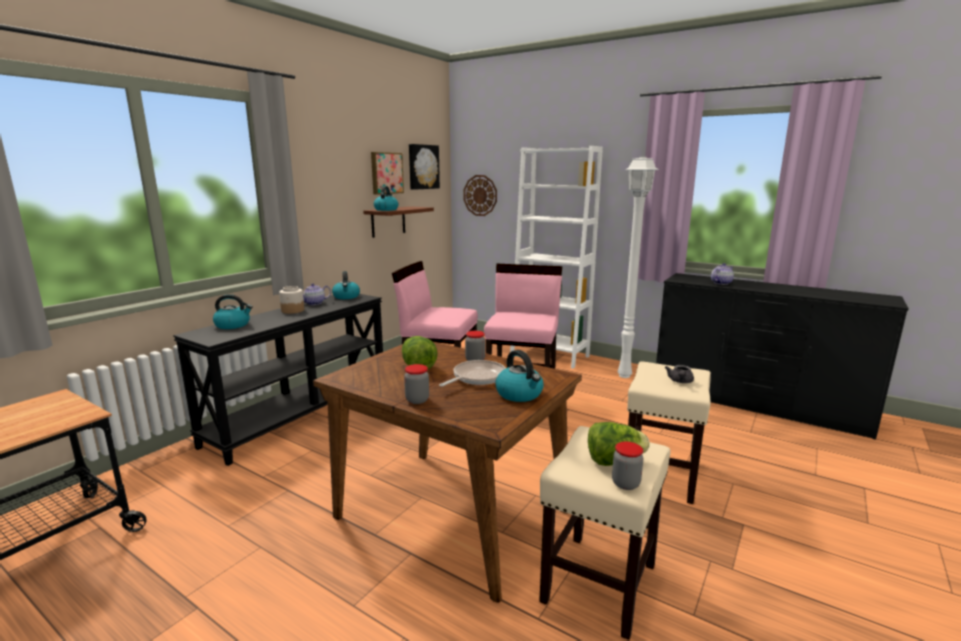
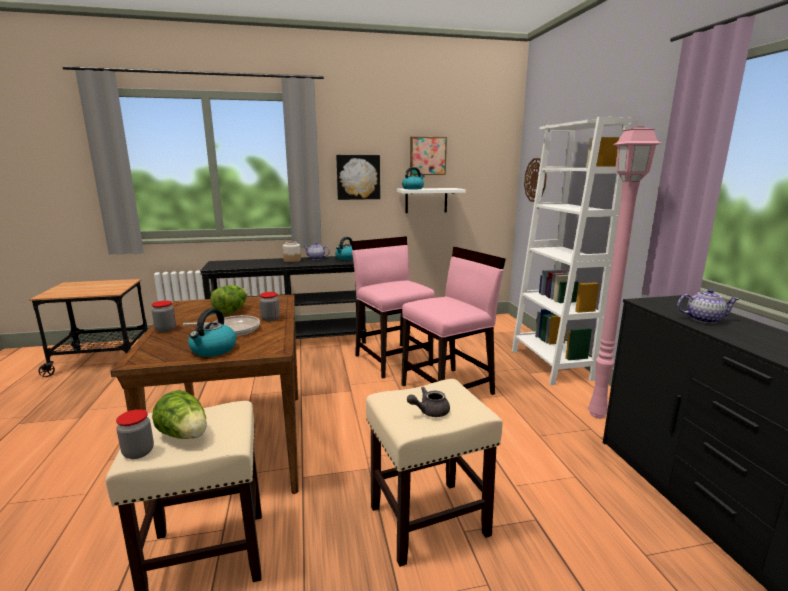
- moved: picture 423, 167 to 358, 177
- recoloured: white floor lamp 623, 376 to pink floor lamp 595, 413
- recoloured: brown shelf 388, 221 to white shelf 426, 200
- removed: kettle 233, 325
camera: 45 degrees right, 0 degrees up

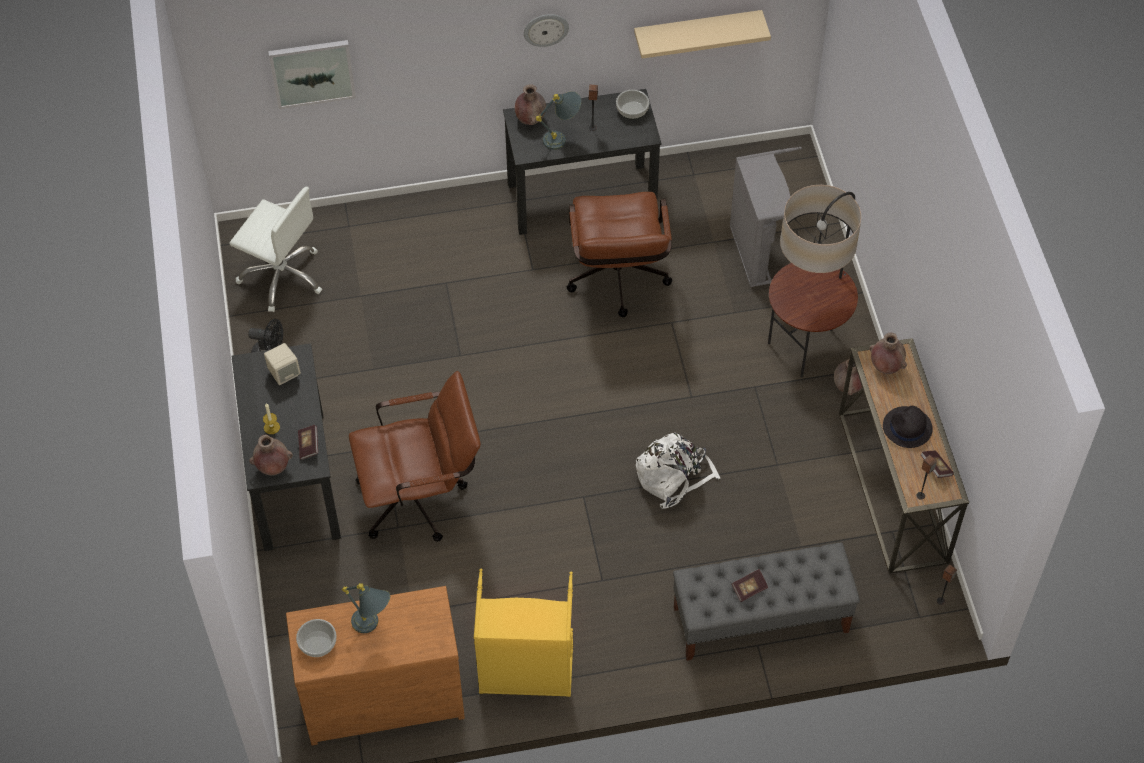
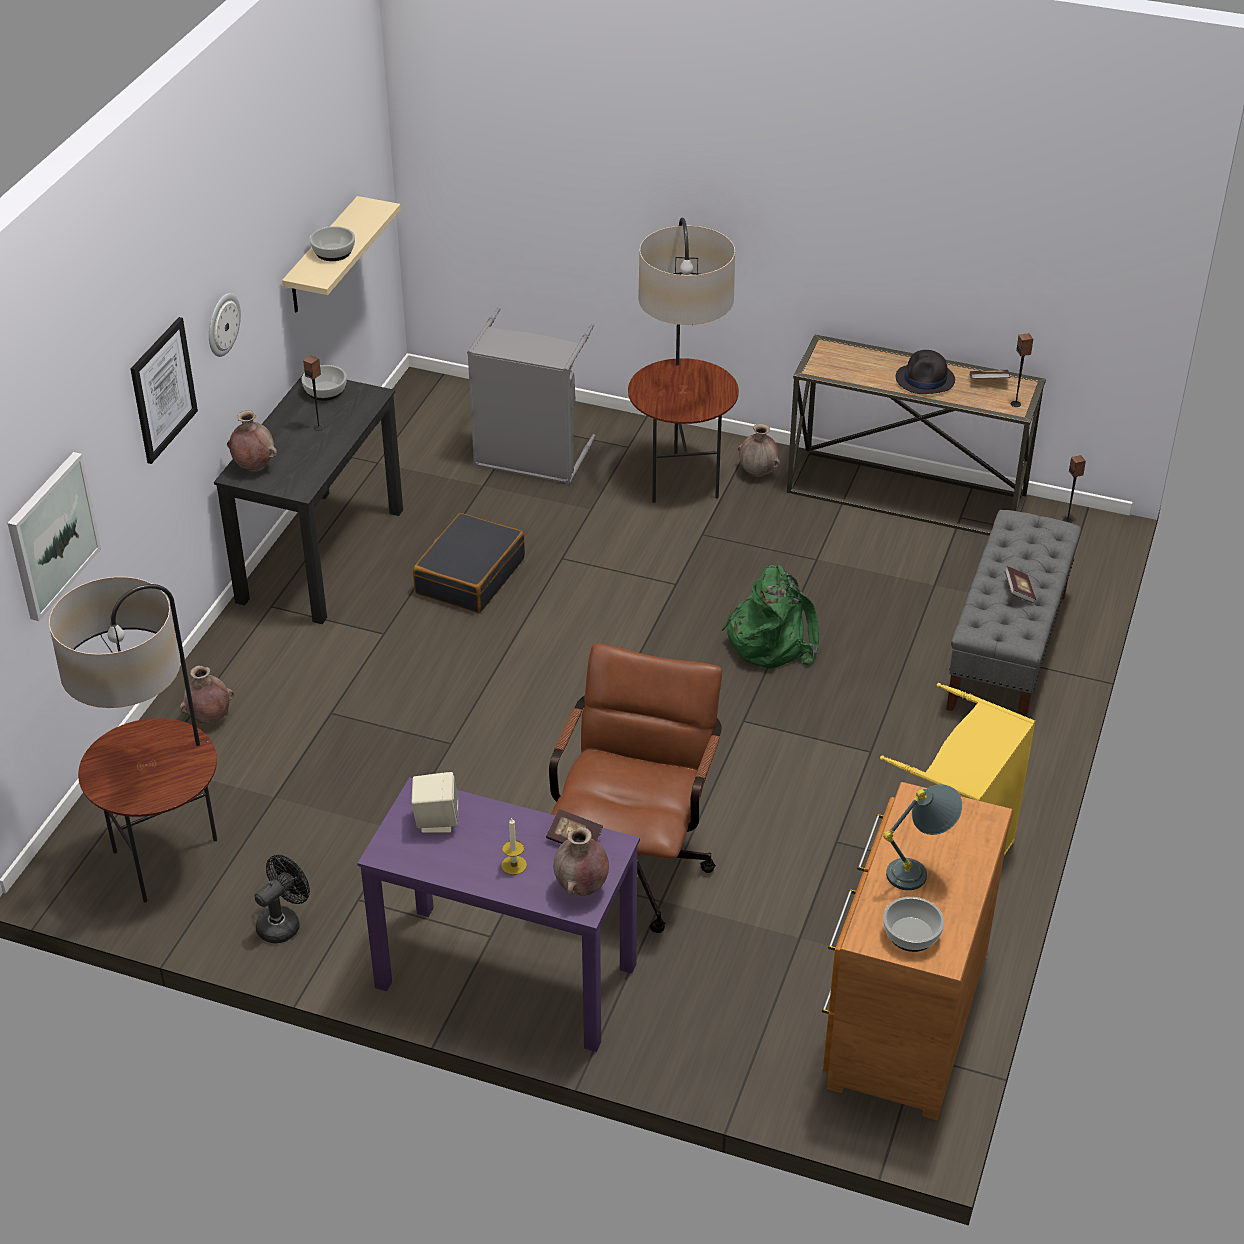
- removed: grey table lamp 562, 138
- replaced: white office chair 282, 276 to floor lamp 167, 860
- replaced: brown office chair 618, 283 to black suitcase 469, 576
- moved: brown vase 885, 367 to 209, 718
- recoloured: black desk 294, 479 to purple desk 505, 975
- recoloured: white backpack 673, 476 to green backpack 771, 639
- added: bowl 333, 252
- added: picture 163, 390
camera: 60 degrees left, 15 degrees down

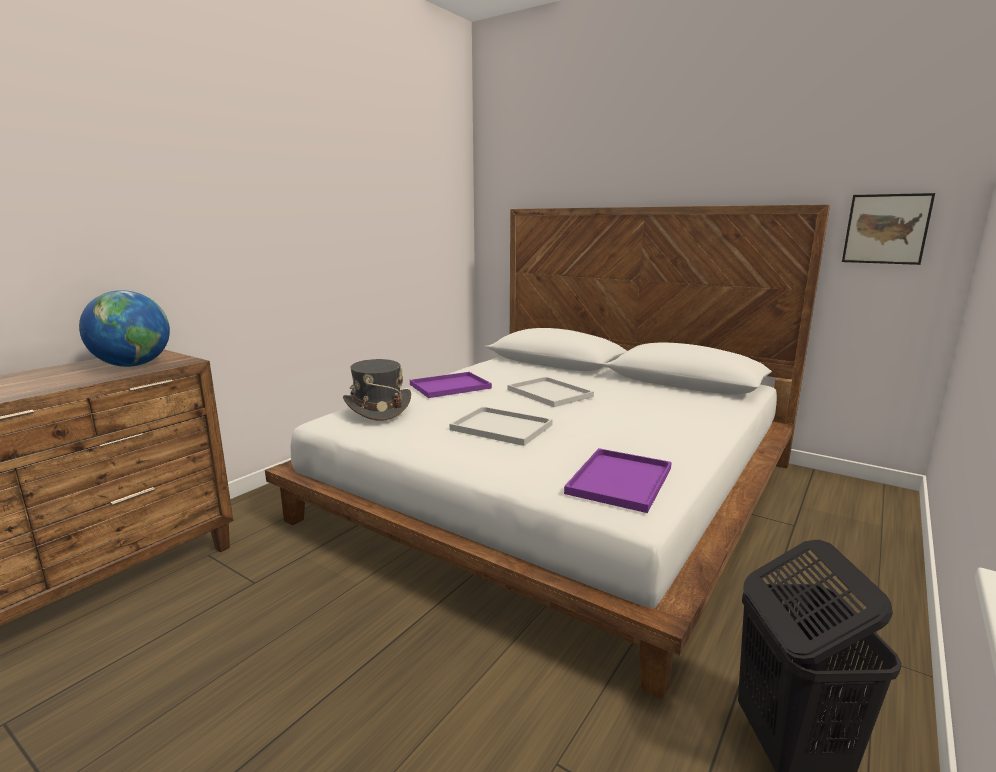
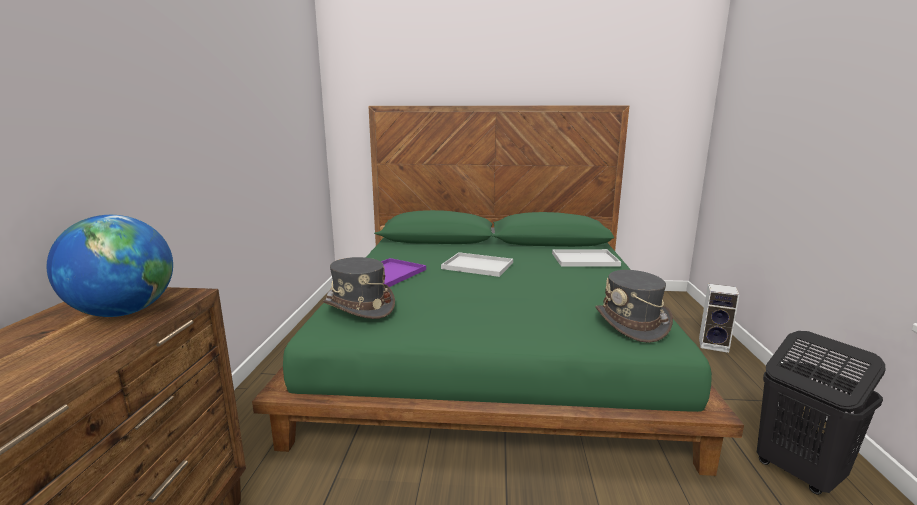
- removed: picture 886, 229
- recoloured: white bed 557, 490 to green bed 490, 346
- moved: white tray 503, 427 to 586, 259
- replaced: purple tray 620, 482 to grey hat 631, 324
- added: speaker 714, 345
camera: 30 degrees left, 0 degrees up

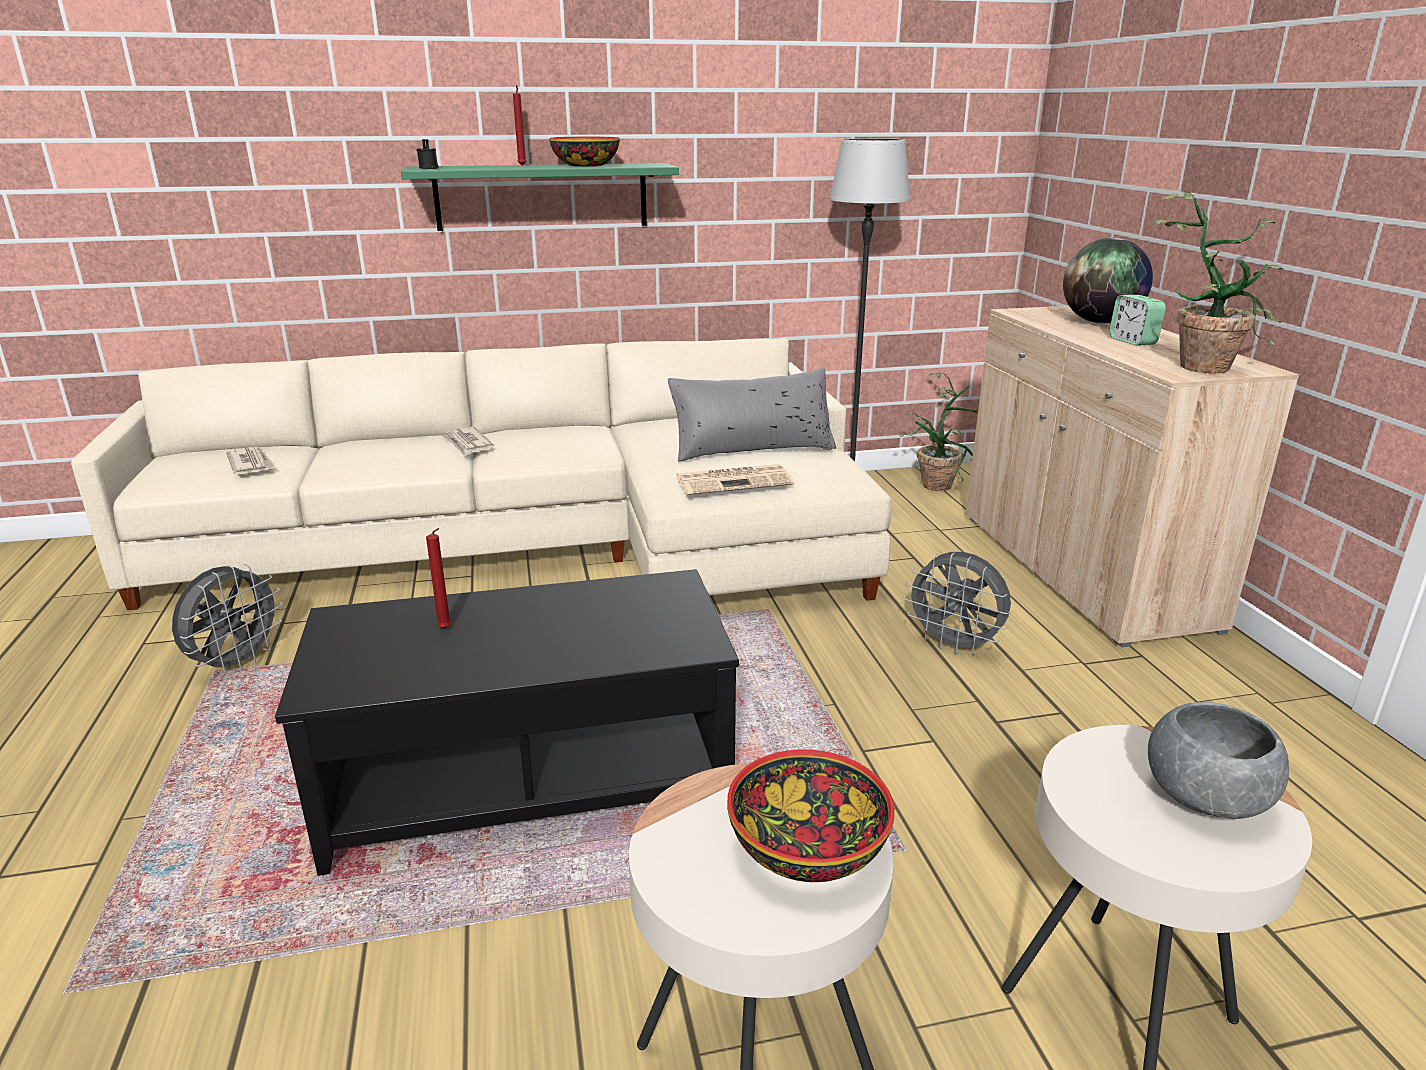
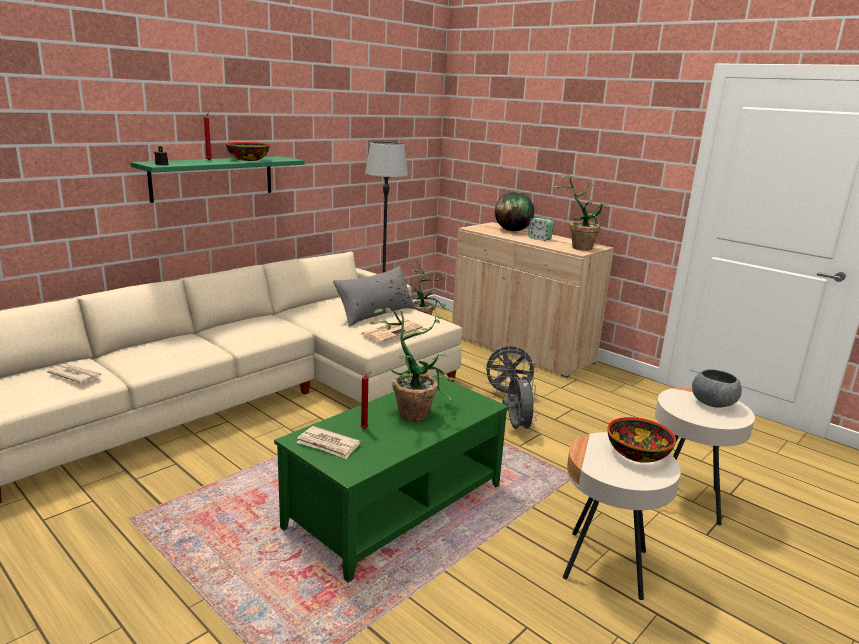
- moved: newspaper 468, 444 to 328, 445
- moved: grey fan 237, 663 to 516, 428
- recoloured: black coffee table 530, 779 to green coffee table 395, 505
- added: potted plant 414, 410
camera: 35 degrees left, 5 degrees down

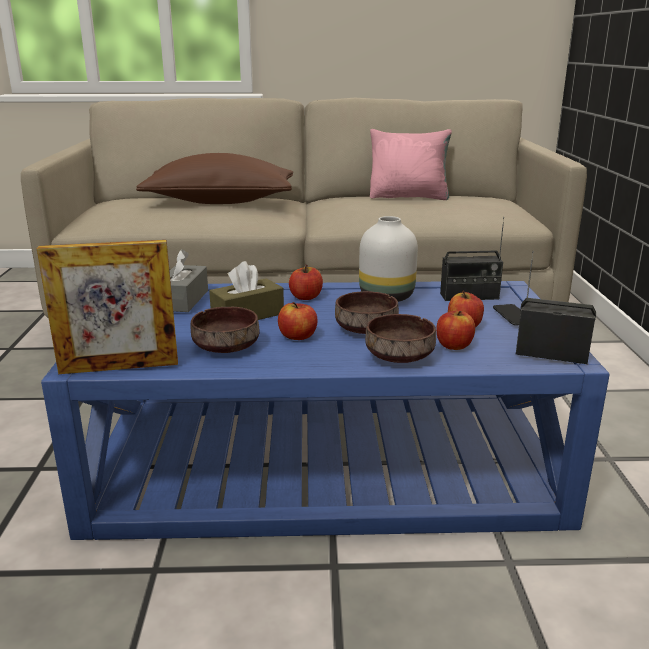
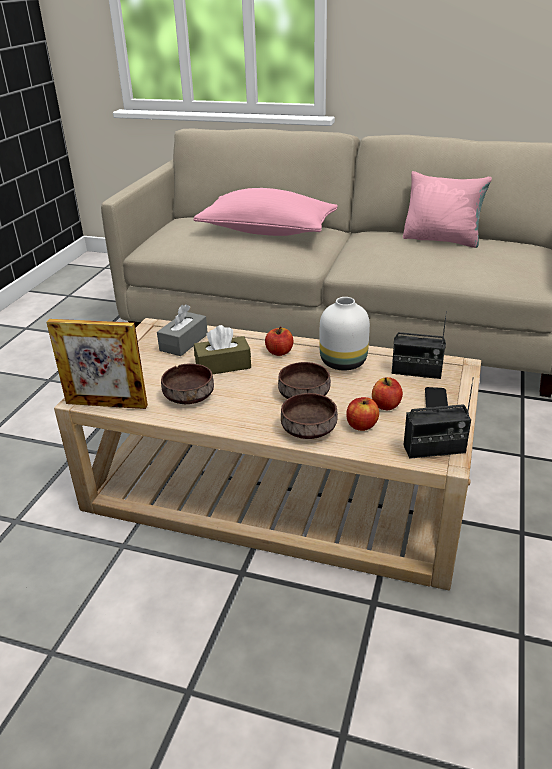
- recoloured: brown pillow 220, 202 to pink pillow 267, 231
- turned: radio 551, 354 = 434, 449 135 degrees clockwise
- recoloured: blue coffee table 324, 459 to beige coffee table 280, 483
- removed: apple 297, 336
camera: 20 degrees right, 10 degrees up

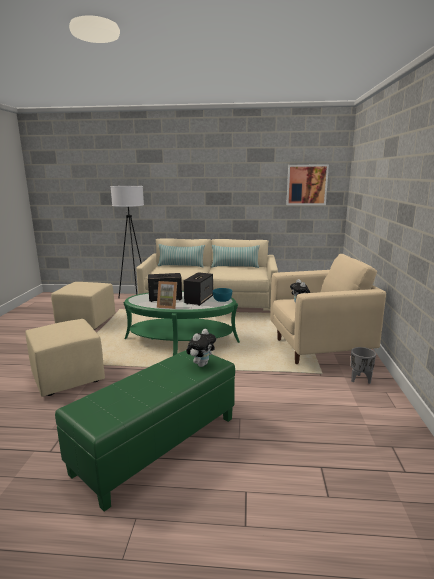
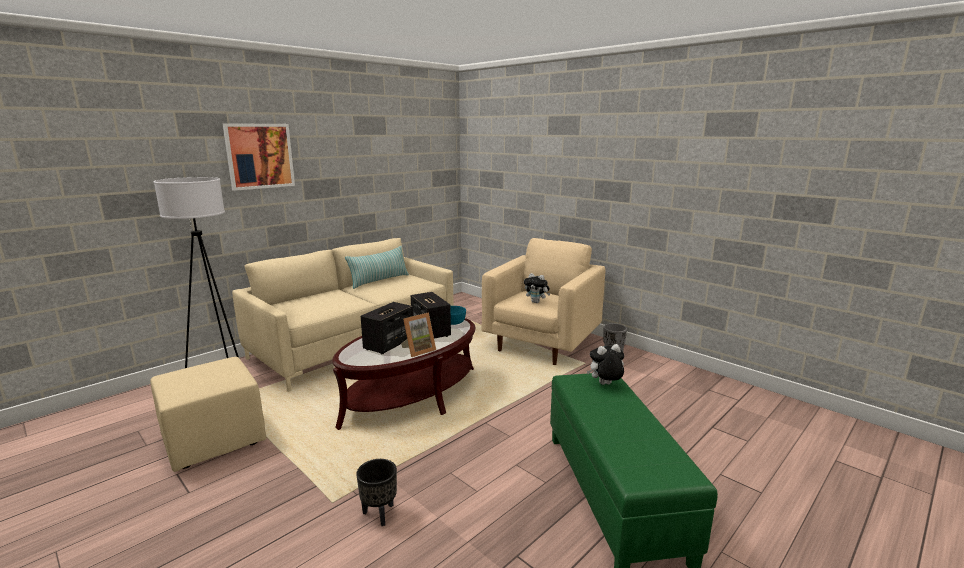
- moved: picture 307, 185 to 259, 156
- removed: pillow 181, 266
- recoloured: green coffee table 181, 340 to brown coffee table 411, 396
- replaced: beige ottoman 68, 378 to black planter 380, 514
- turned: plush toy 201, 364 = 605, 385 90 degrees counterclockwise
camera: 50 degrees left, 0 degrees up

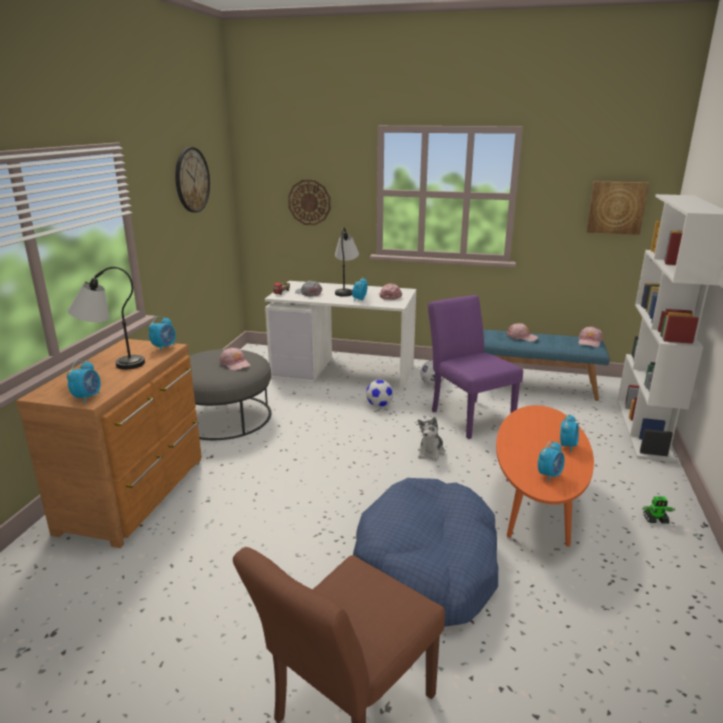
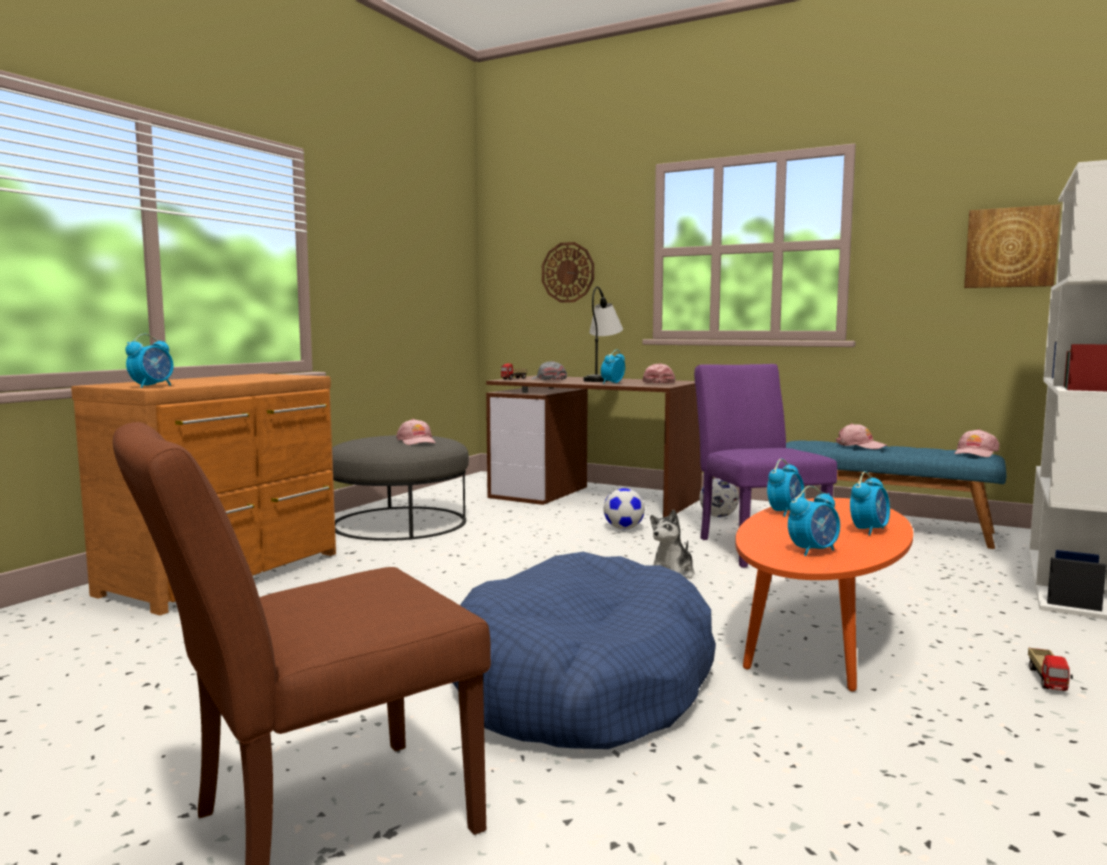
- removed: wall clock 192, 180
- removed: table lamp 111, 364
- recoloured: white desk 344, 371 to brown desk 595, 498
- moved: alarm clock 164, 347 to 785, 512
- replaced: toy robot 656, 519 to toy truck 1048, 680
camera: 15 degrees right, 15 degrees down

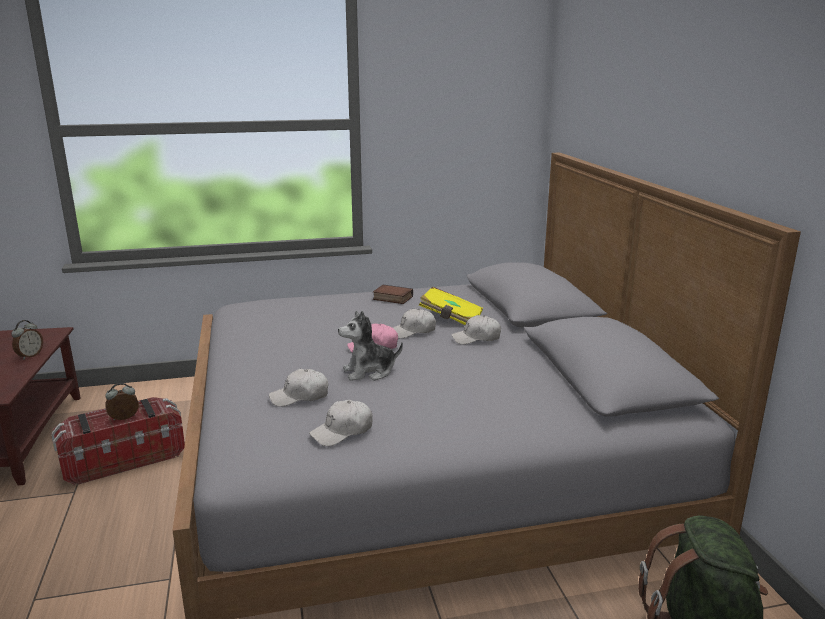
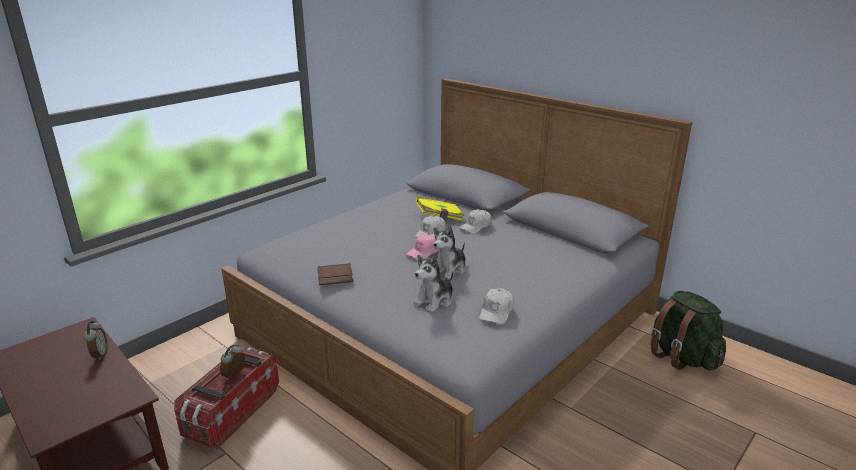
- moved: book 392, 298 to 334, 278
- replaced: white cap 300, 396 to plush toy 435, 300
camera: 35 degrees left, 5 degrees up

